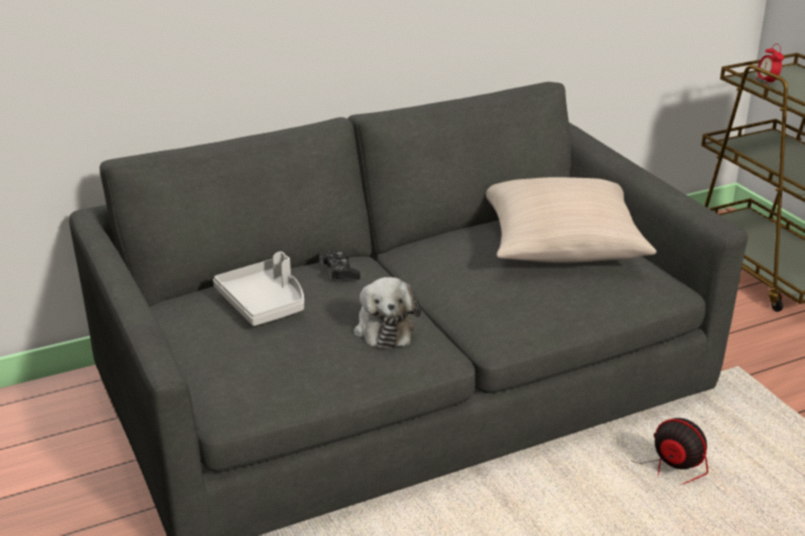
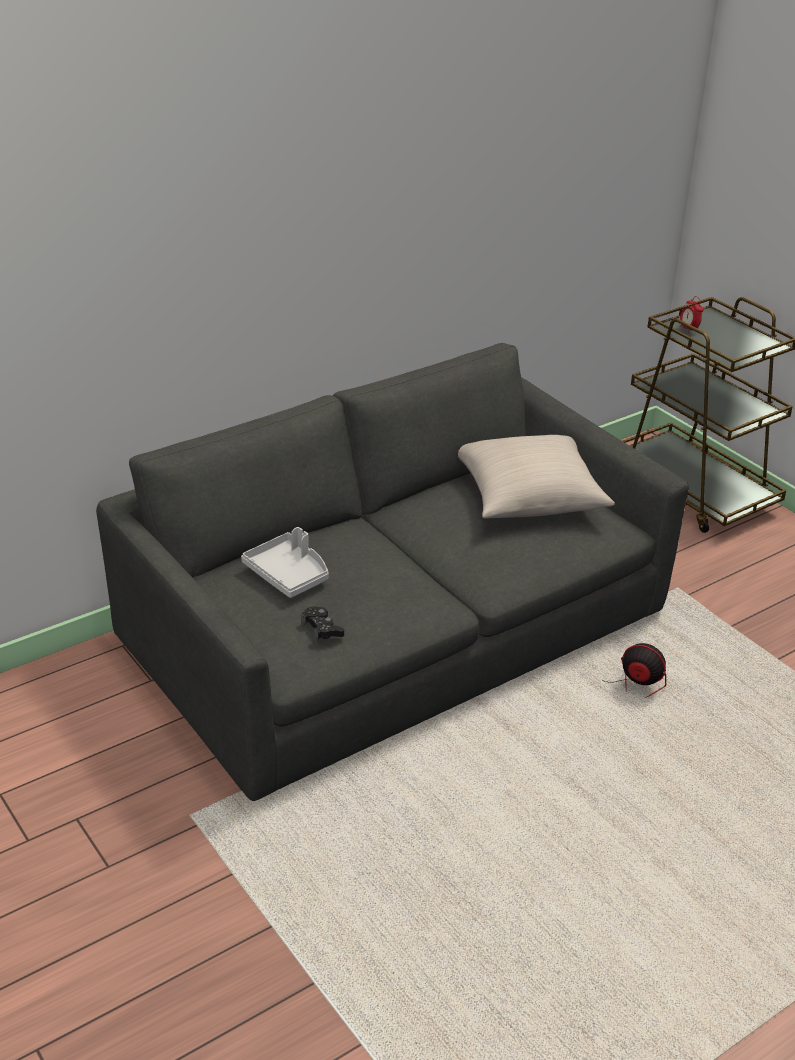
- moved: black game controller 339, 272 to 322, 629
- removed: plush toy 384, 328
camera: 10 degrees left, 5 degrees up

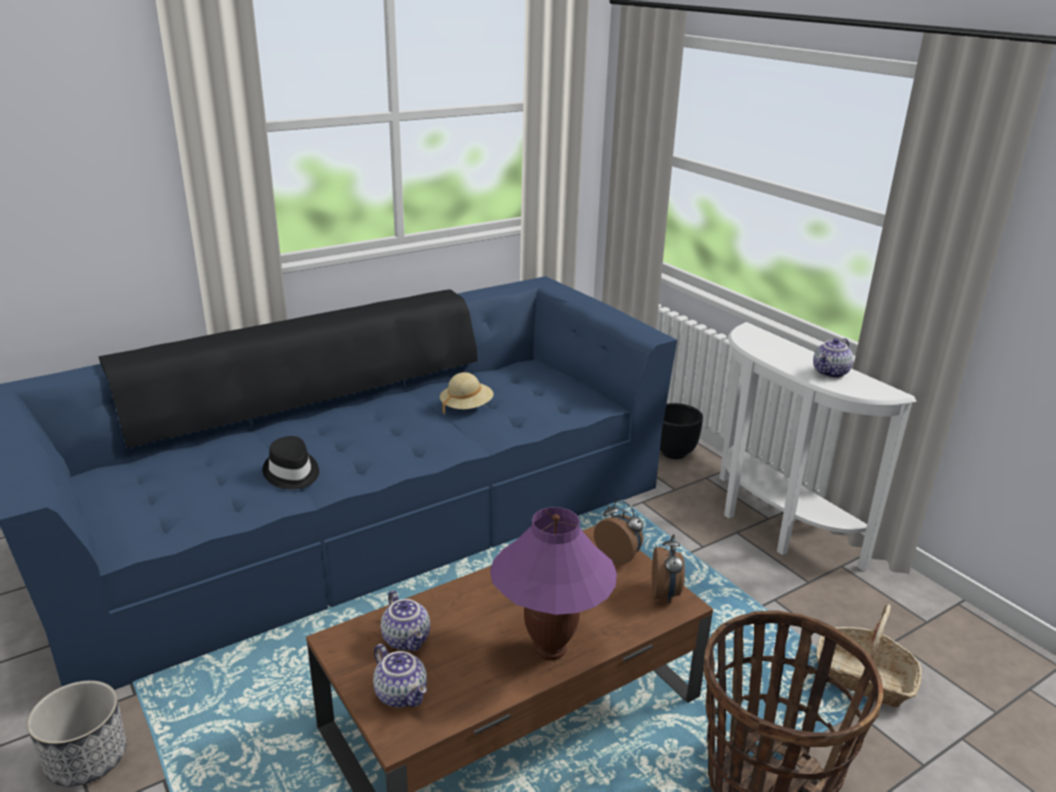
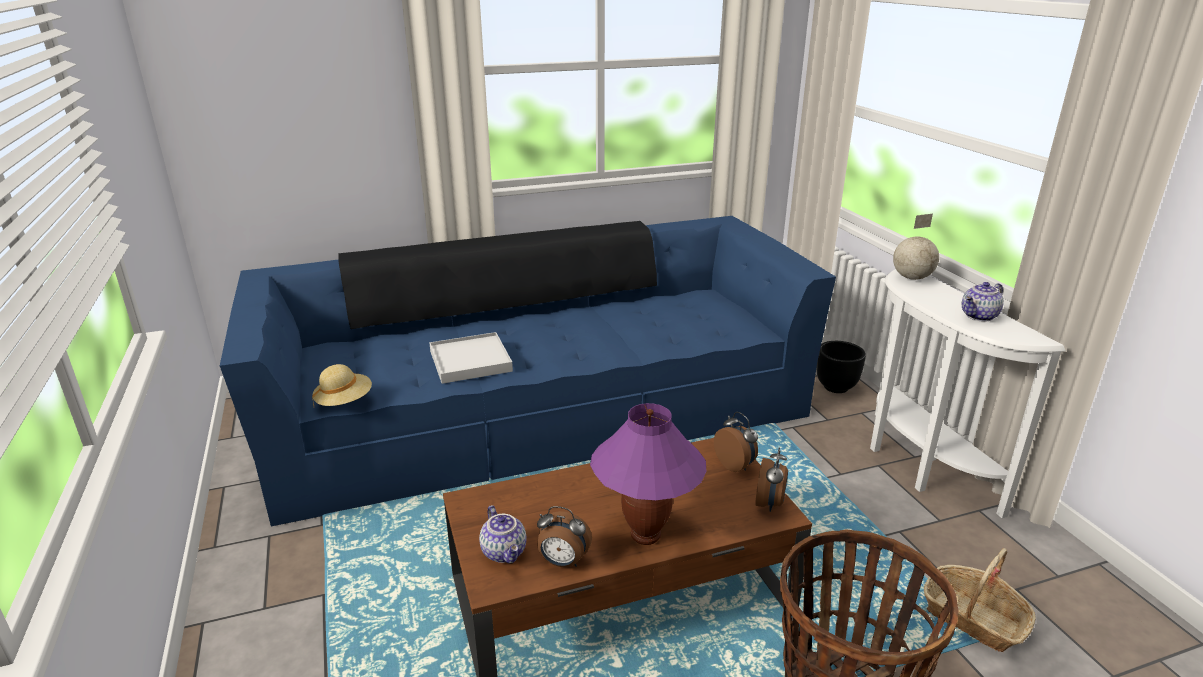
- moved: beige hat 466, 407 to 344, 402
- replaced: black hat 291, 473 to white tray 470, 361
- removed: teapot 407, 639
- removed: planter 86, 759
- added: globe 911, 278
- added: alarm clock 563, 562
camera: 15 degrees right, 0 degrees up

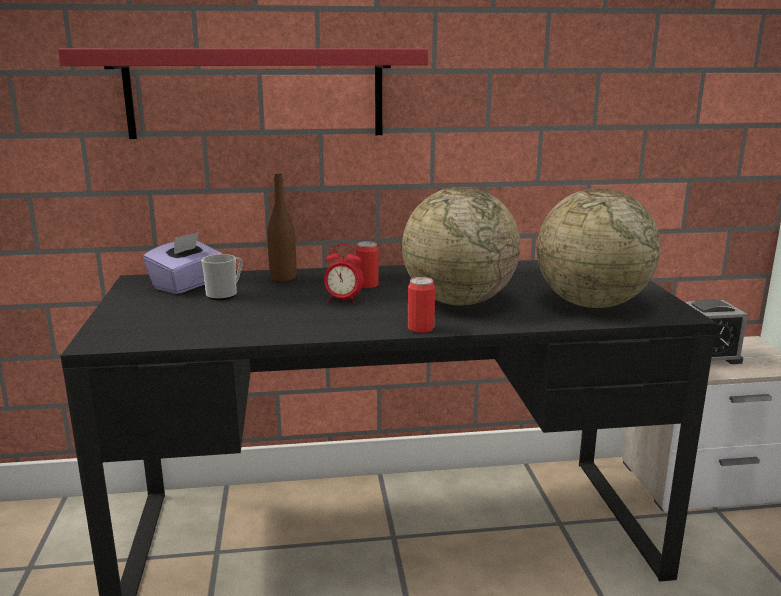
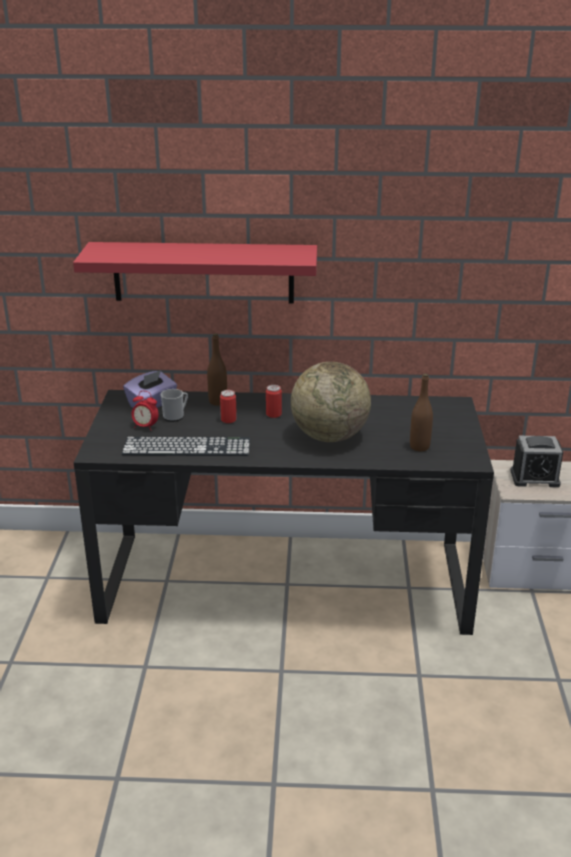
- replaced: globe 591, 304 to brown bottle 419, 447
- moved: alarm clock 343, 301 to 145, 427
- moved: can 420, 328 to 228, 420
- added: keyboard 186, 447
camera: 10 degrees right, 10 degrees up

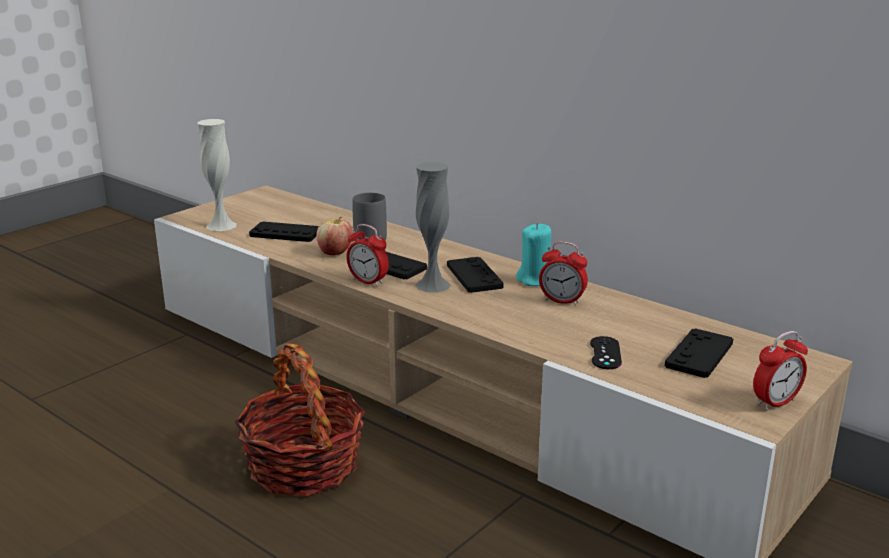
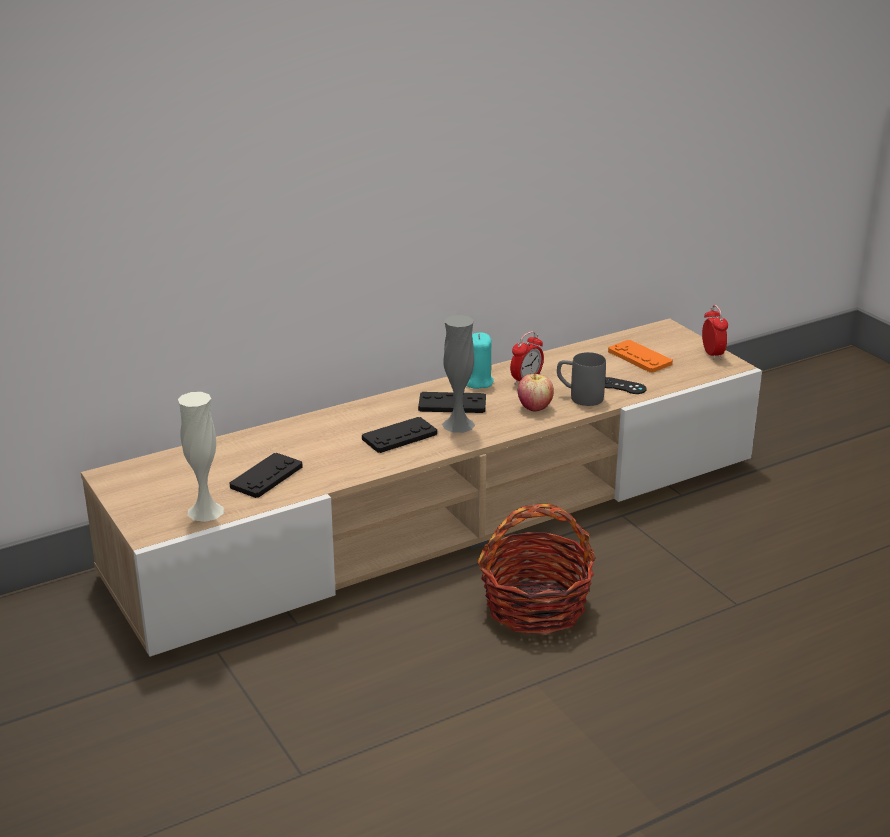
- moved: grey mug 371, 236 to 579, 397
- moved: apple 335, 253 to 534, 407
- removed: alarm clock 368, 282
- recoloured: black game controller 699, 354 to orange game controller 639, 358
camera: 70 degrees left, 5 degrees up

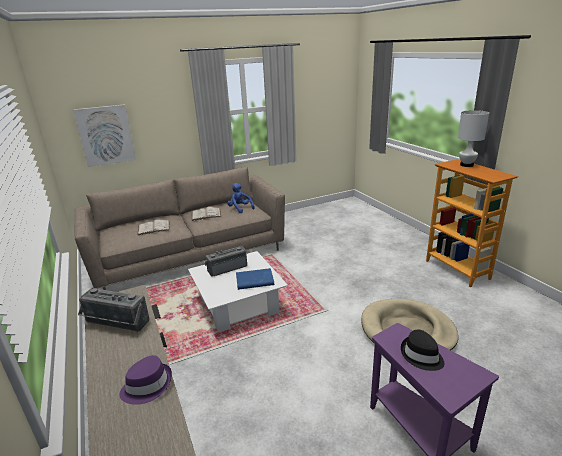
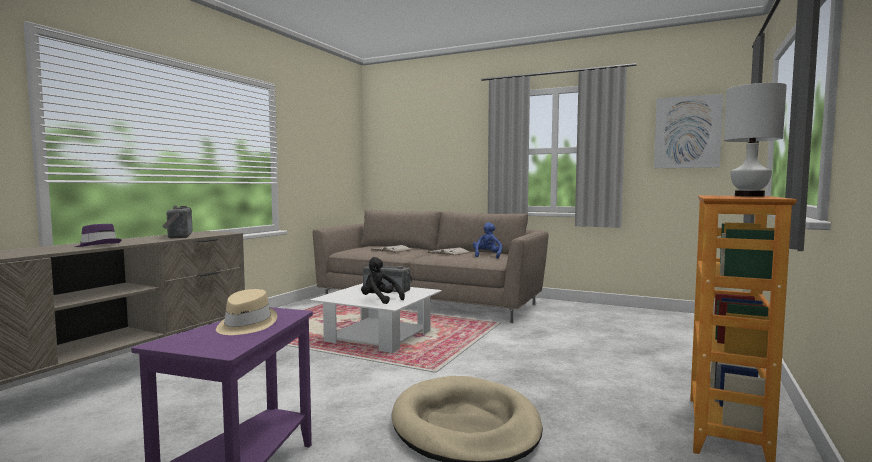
- moved: picture 106, 135 to 687, 132
- replaced: blue book 254, 281 to black plush toy 380, 300
- recoloured: black hat 421, 356 to beige hat 245, 325
camera: 50 degrees right, 20 degrees down

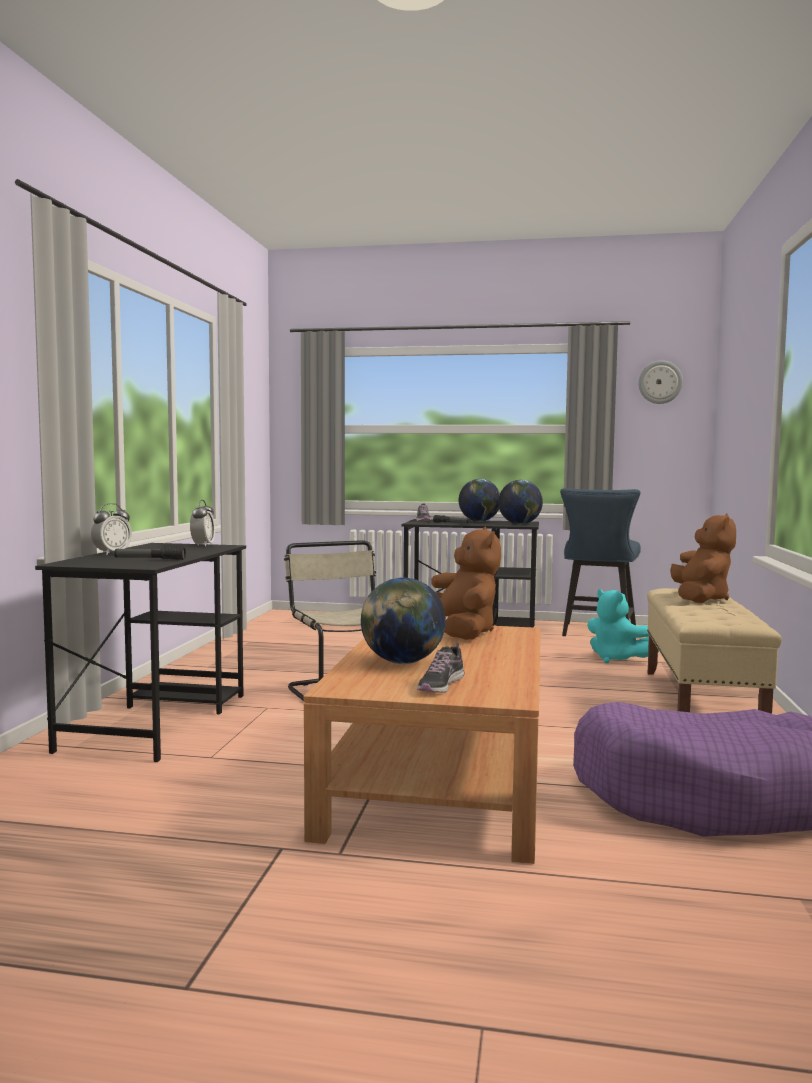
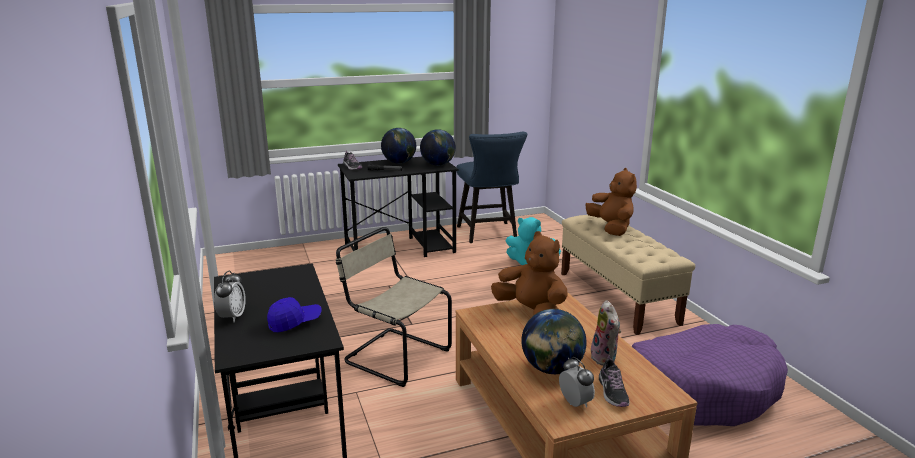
- removed: wall clock 660, 382
- moved: alarm clock 203, 545 to 575, 403
- replaced: flashlight 150, 559 to blue cap 294, 322
- added: plush toy 605, 358
camera: 30 degrees left, 15 degrees up

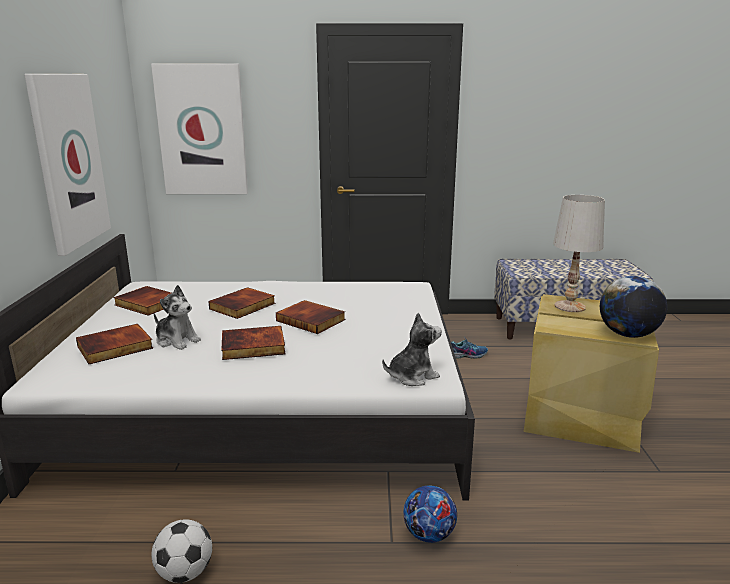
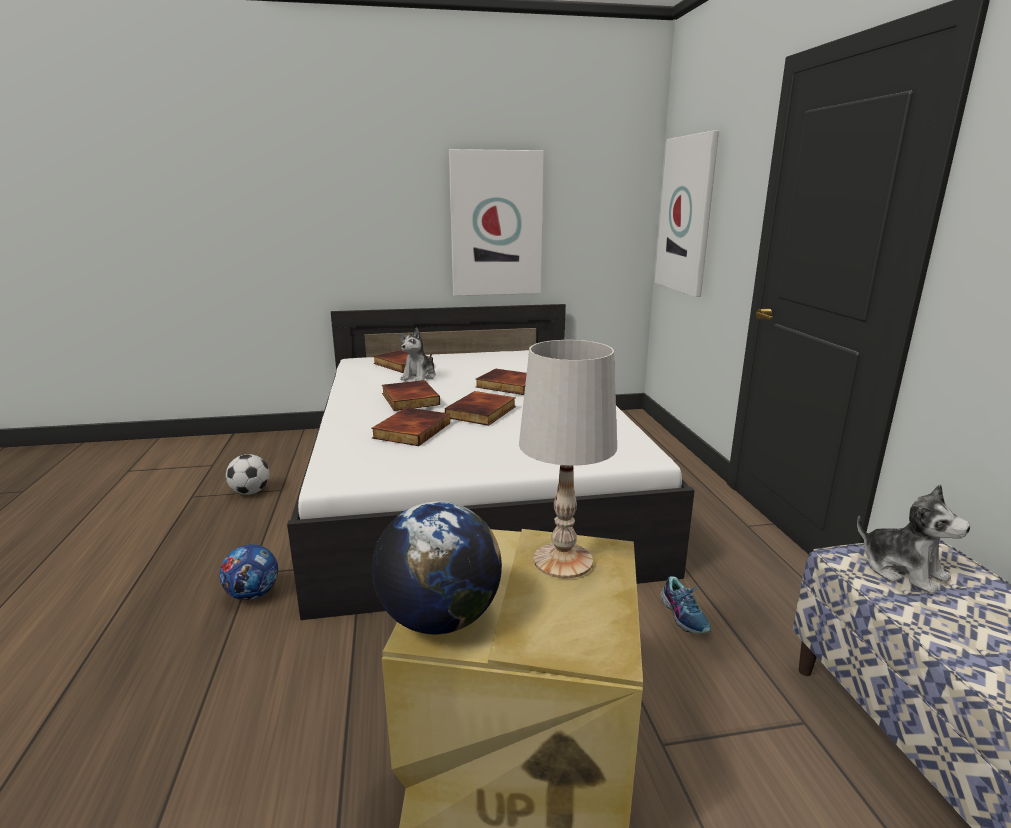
- moved: book 146, 304 to 411, 430
- moved: plush toy 412, 376 to 903, 570
camera: 80 degrees right, 0 degrees up

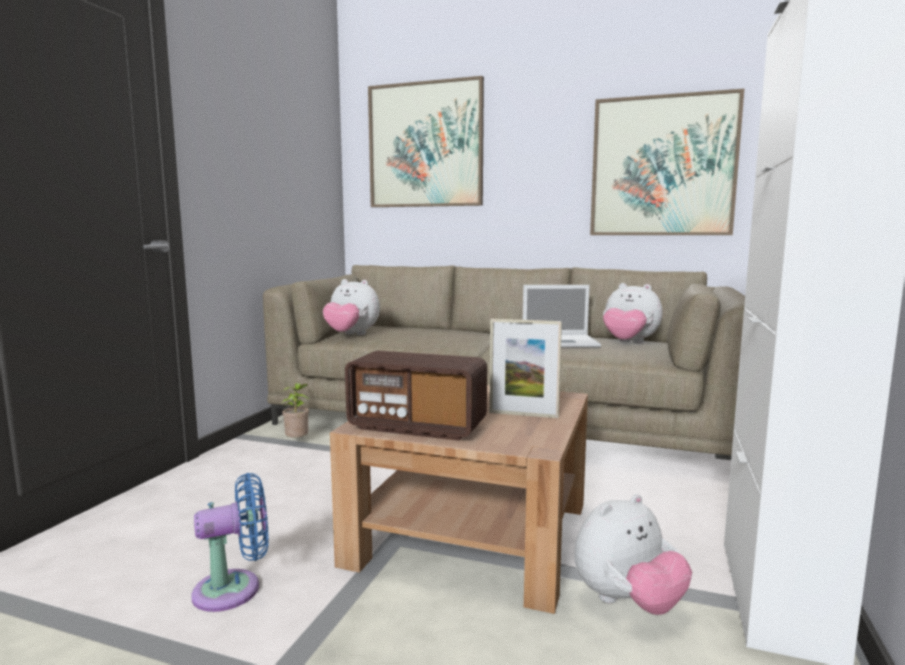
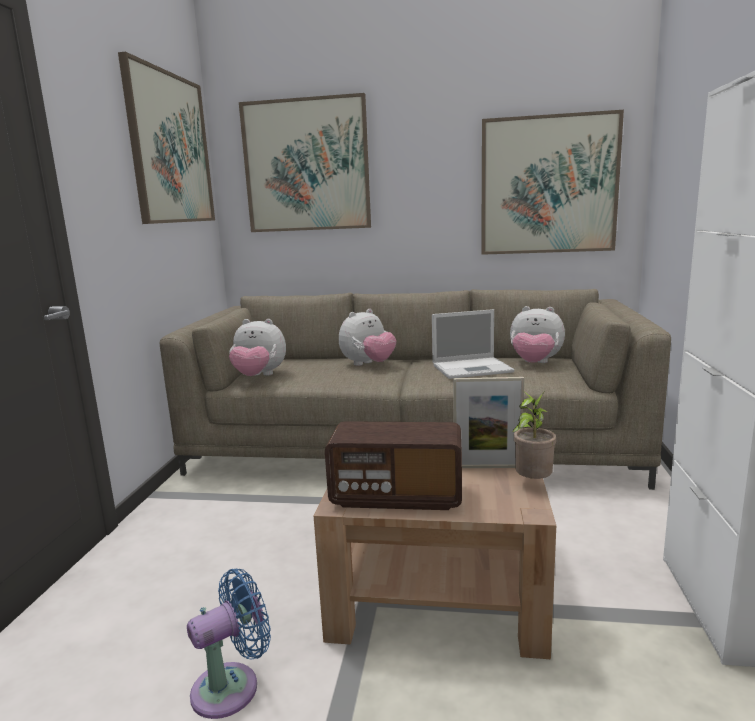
- moved: potted plant 297, 442 to 532, 483
- moved: plush toy 627, 602 to 368, 364
- added: picture 170, 149
camera: 10 degrees left, 5 degrees up

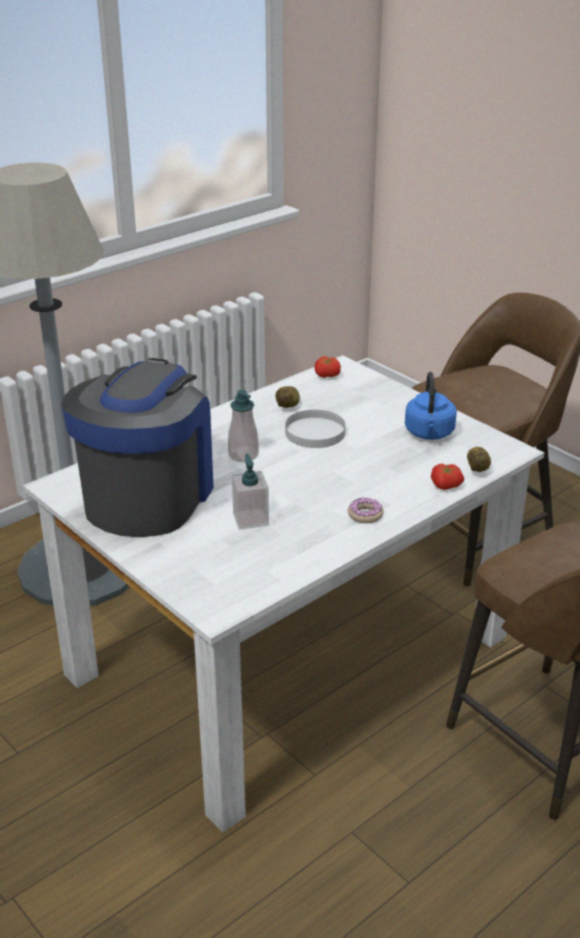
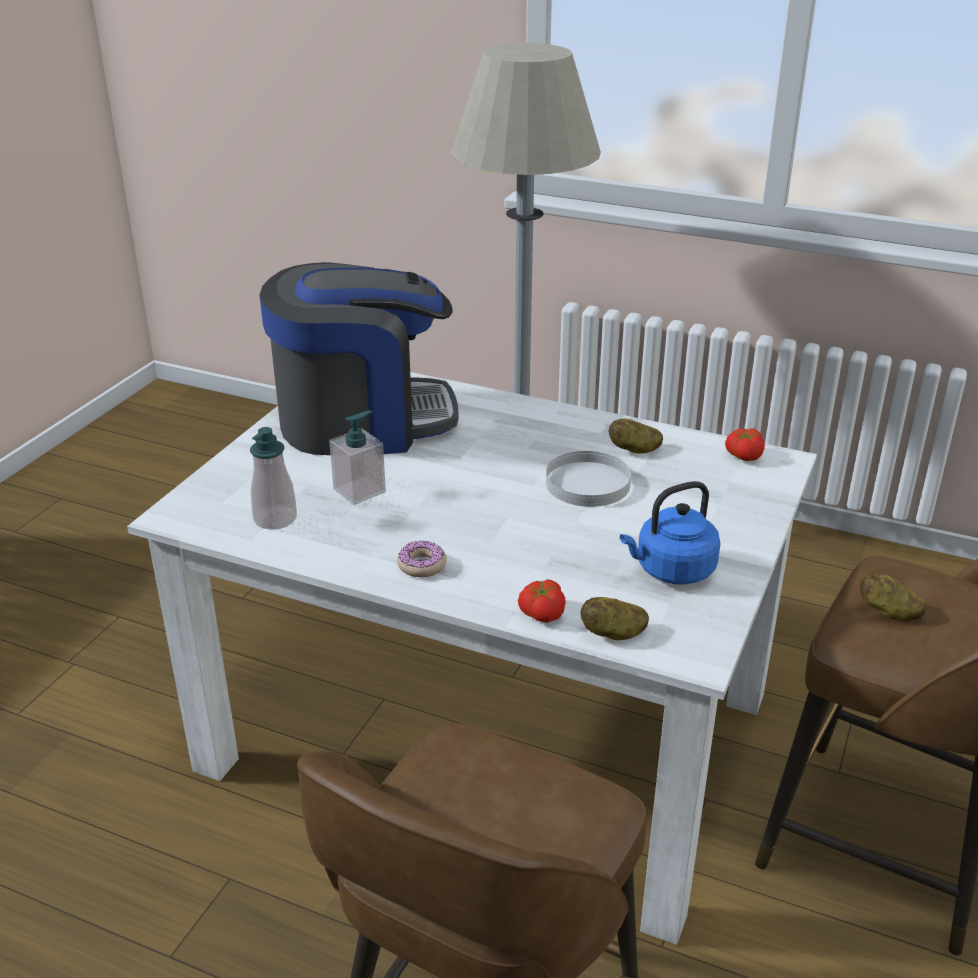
- moved: soap dispenser 243, 455 to 275, 519
- added: potato 888, 612
camera: 65 degrees right, 0 degrees up

